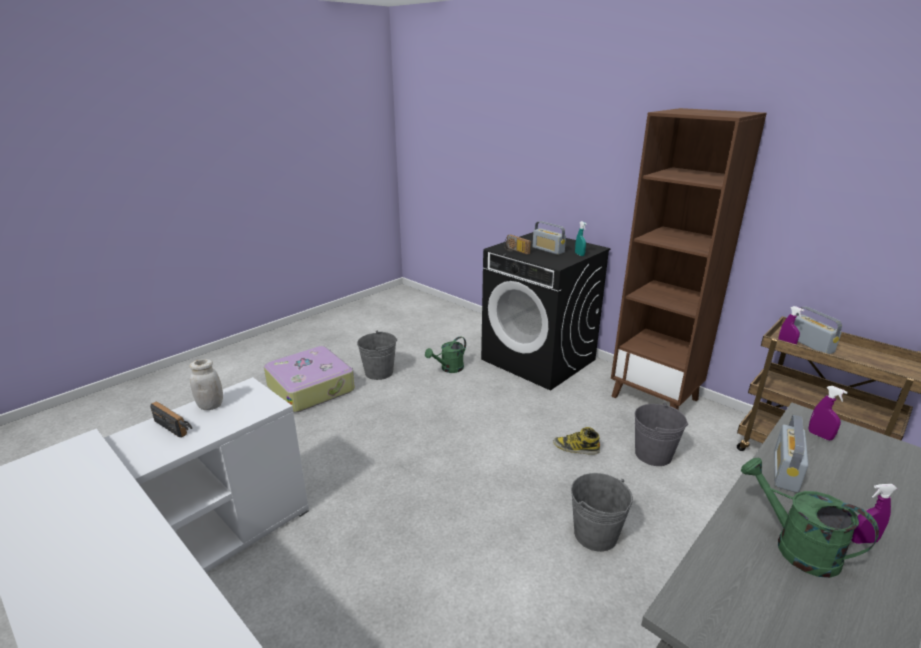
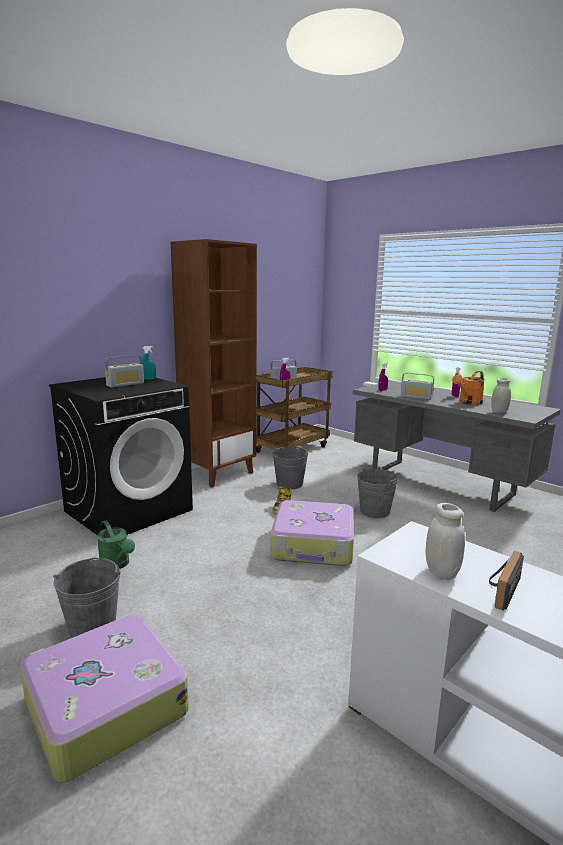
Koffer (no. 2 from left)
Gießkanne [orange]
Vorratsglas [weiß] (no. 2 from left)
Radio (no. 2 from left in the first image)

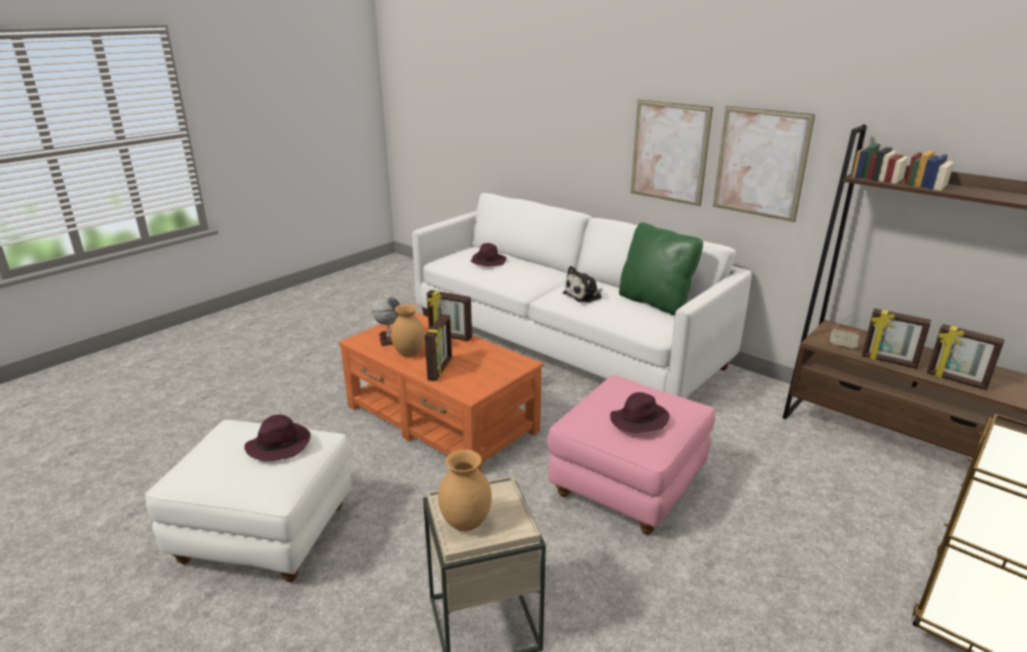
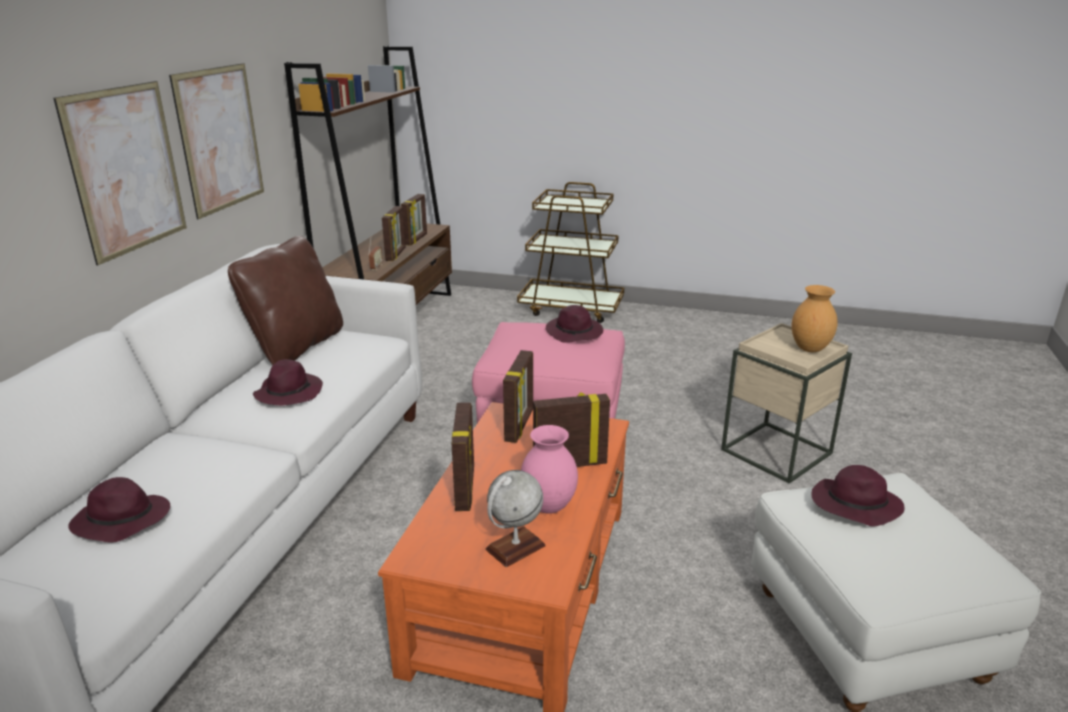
Kissen [braun]
Hut [lila] (no. 2 from left)
Bilderrahmen (no. 4 from left)
Vase [rosa]

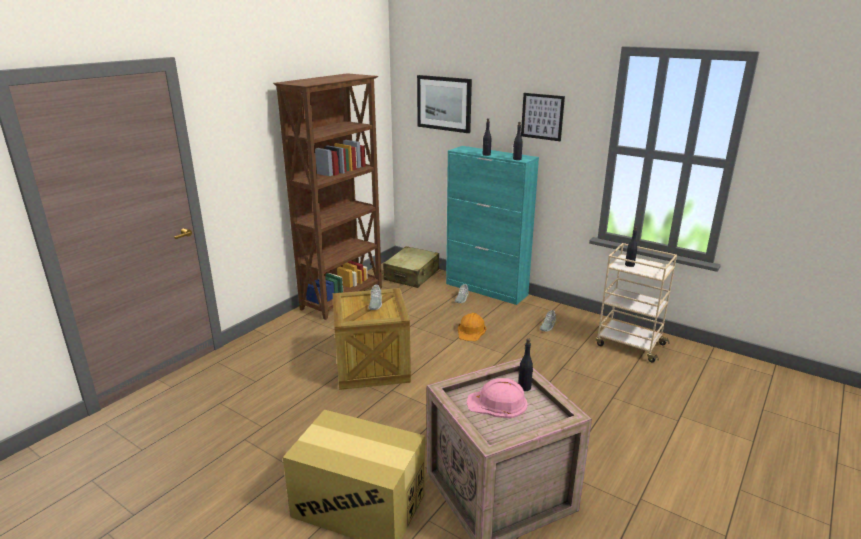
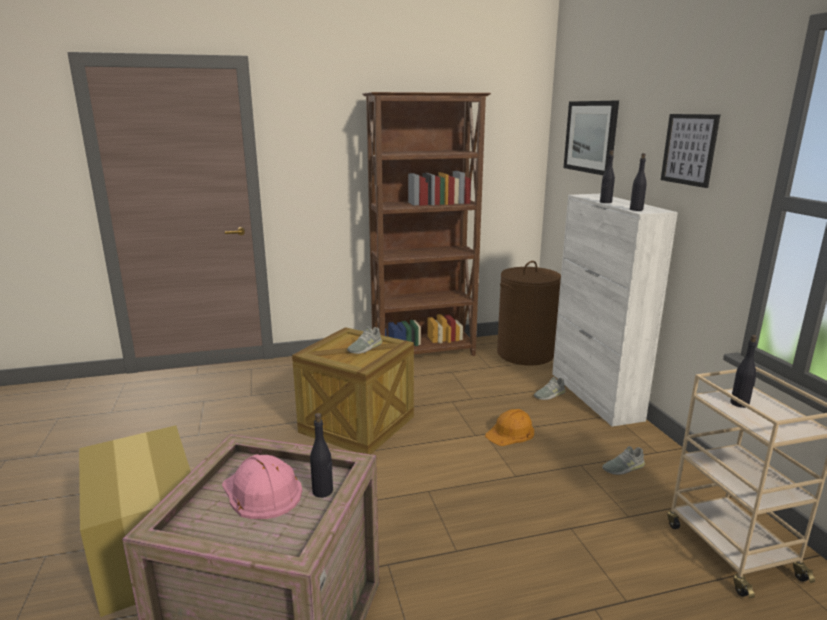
Wäschekorb [braun]
Schrank [weiß]

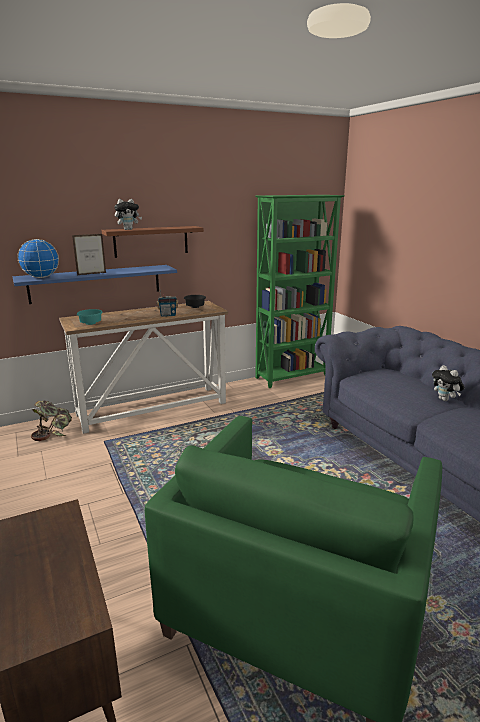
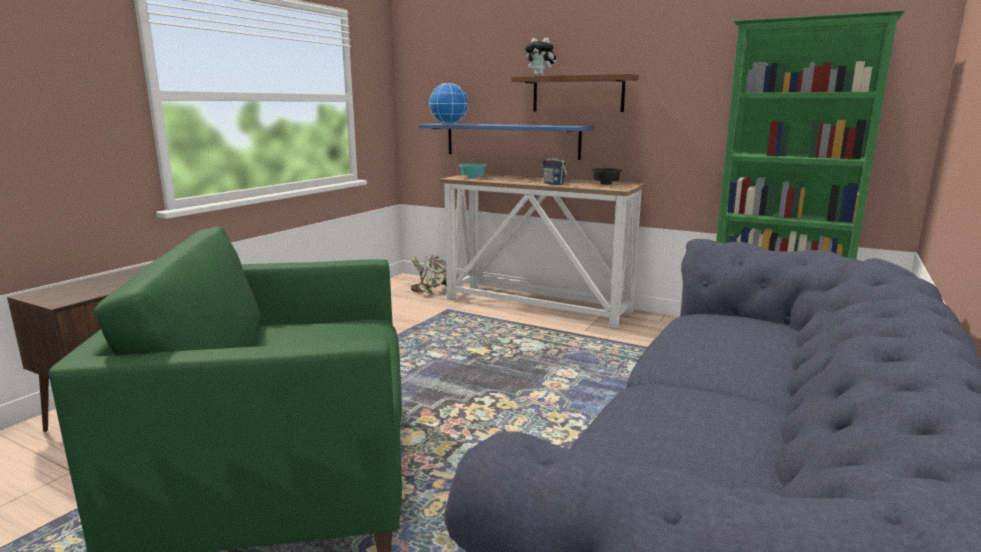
Bilderrahmen
Plüschtier (no. 2 from left in the first image)

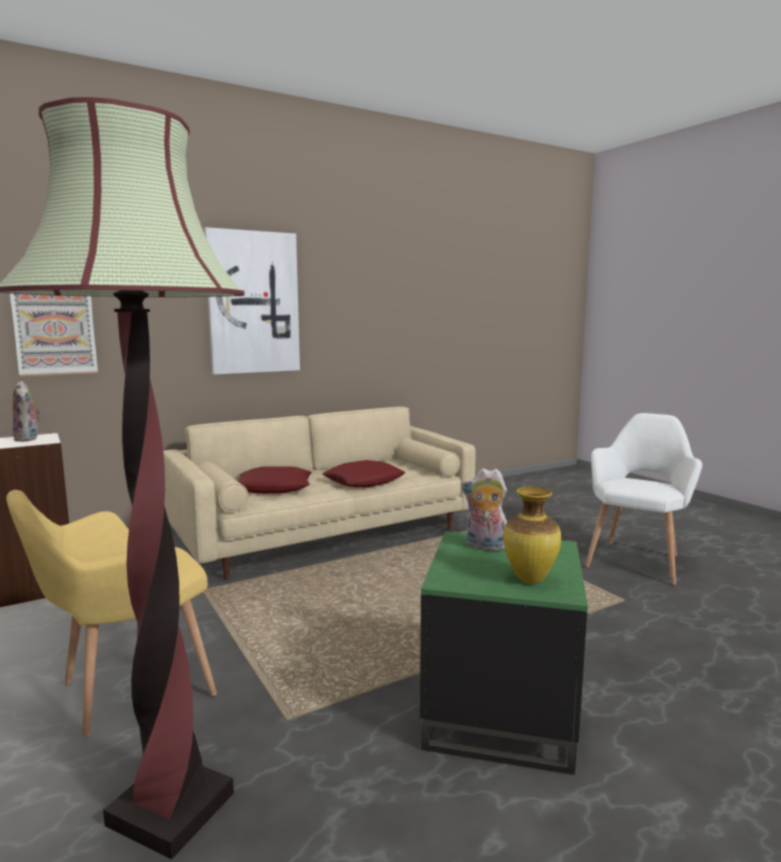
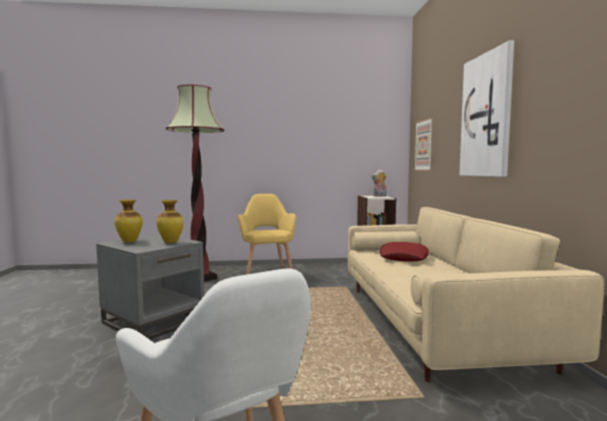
Beistelltisch [grau]
Vase (no. 2 from left)
Kissen [rot] (no. 2 from left in the first image)

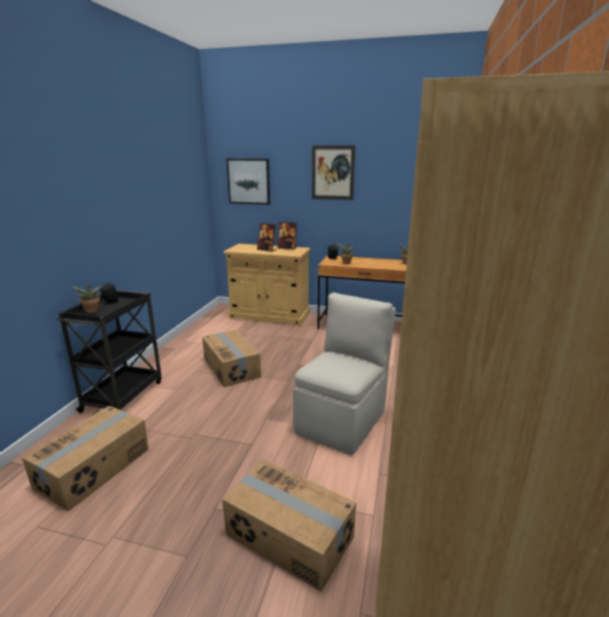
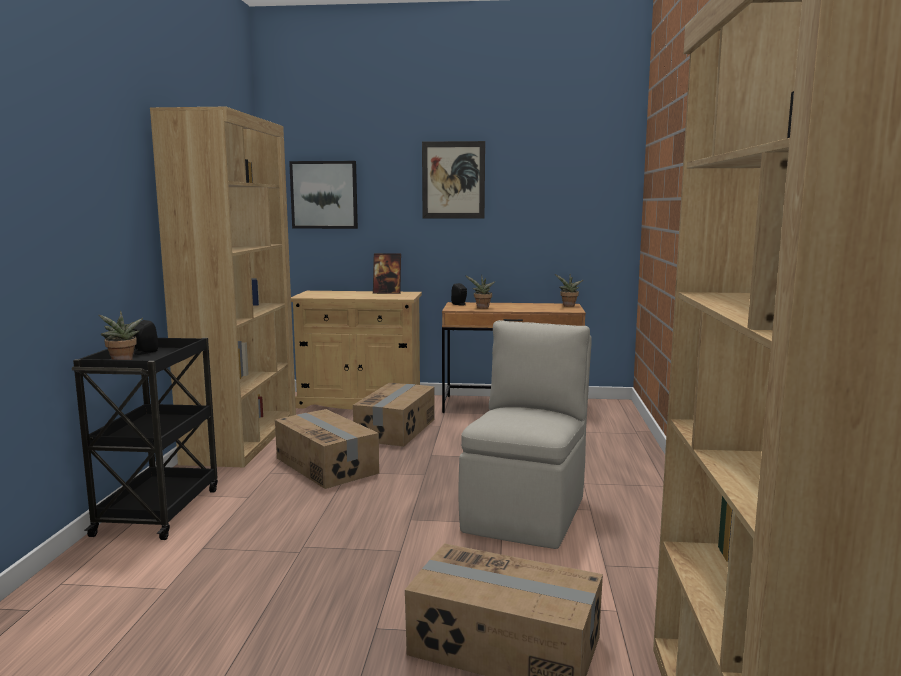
Bücherregal [braun] (no. 1 from left)
Karton (no. 2 from left)
Bilderrahmen (no. 1 from left in the first image)

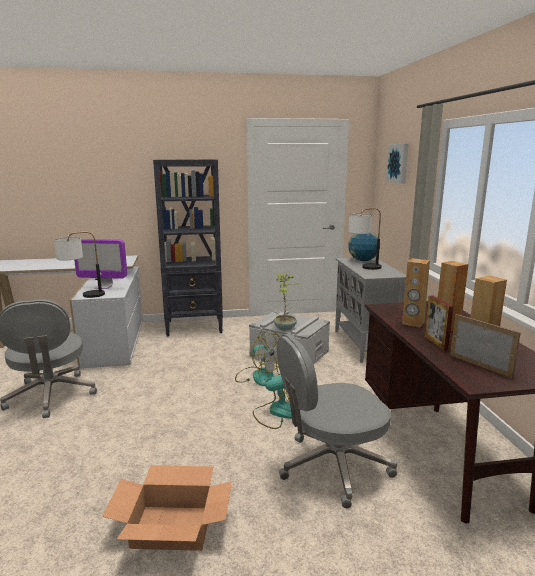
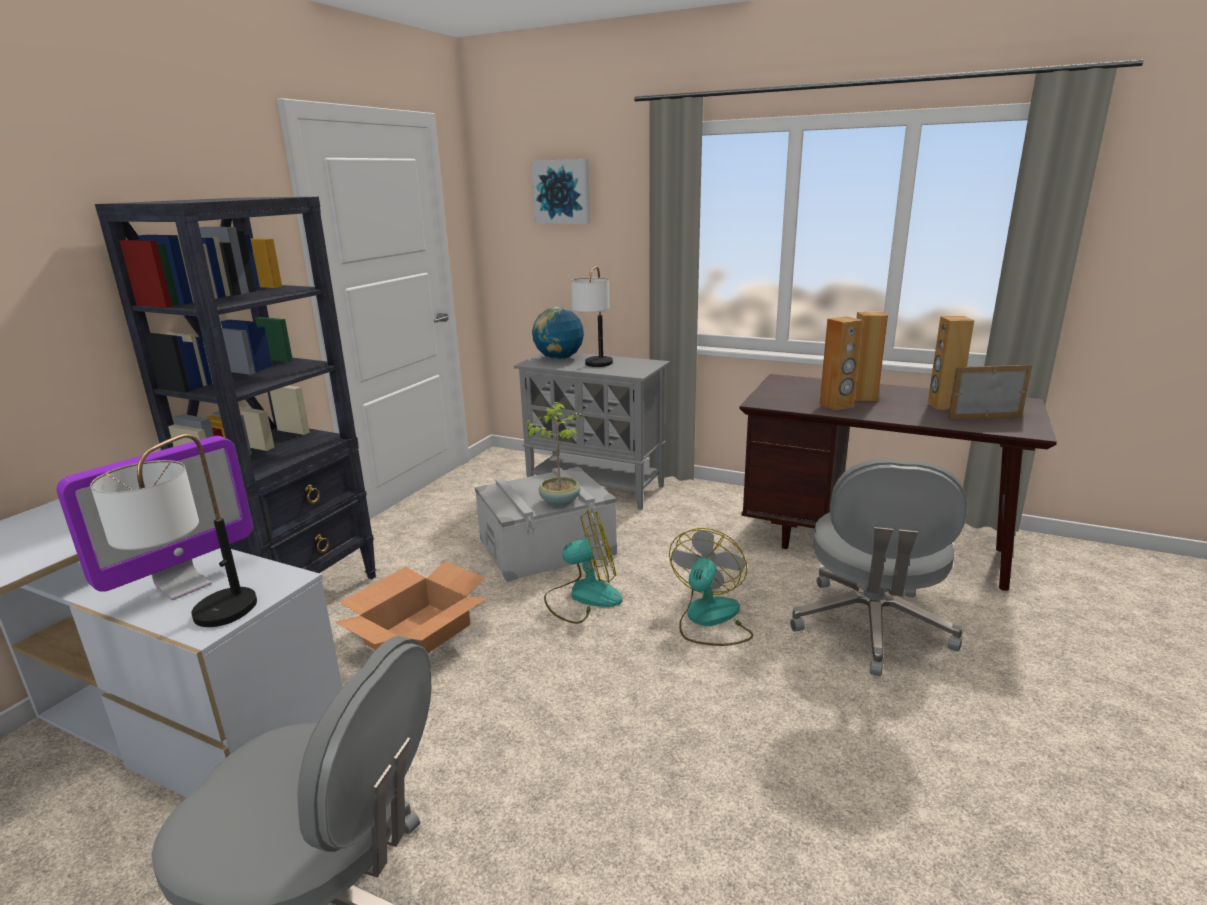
Karton
Bilderrahmen (no. 1 from left in the first image)

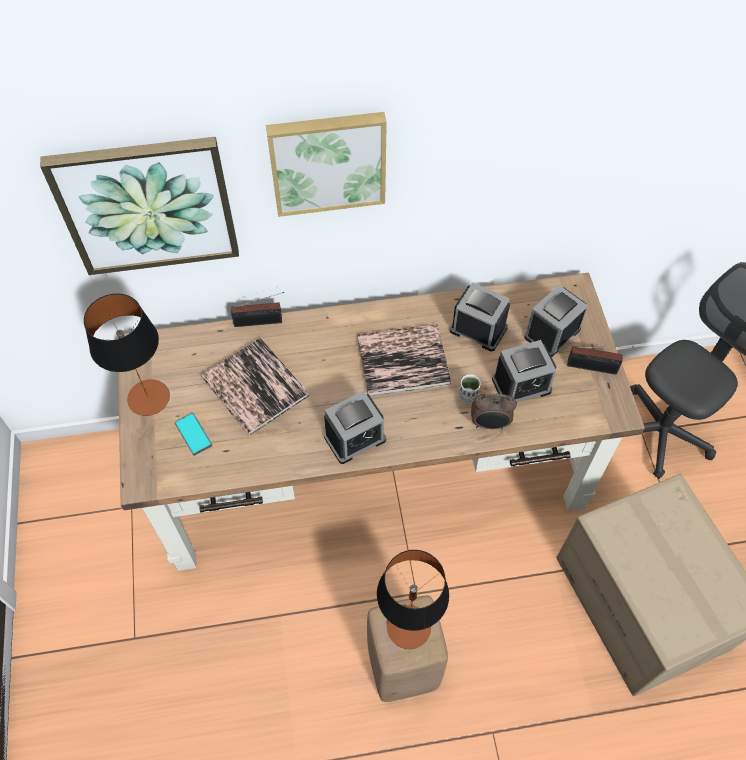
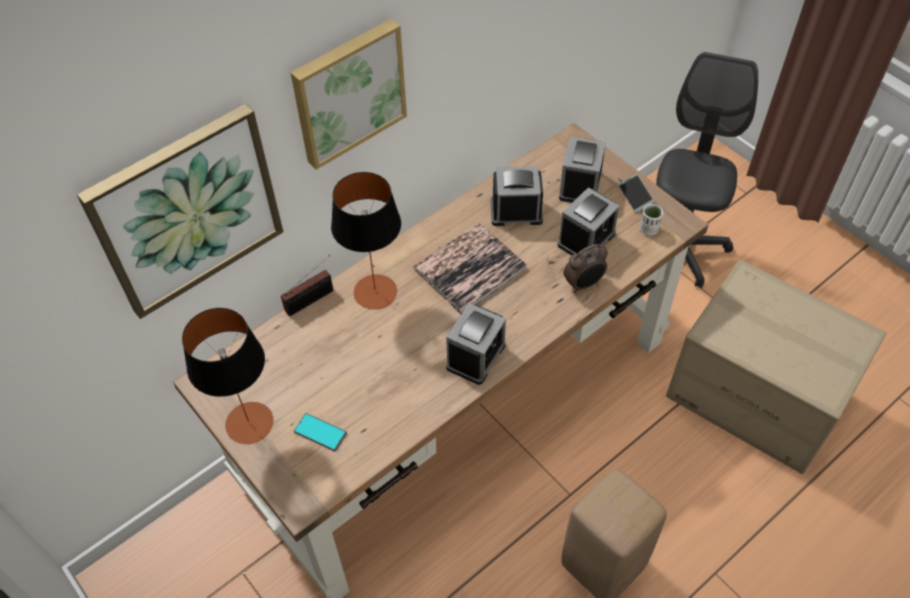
Tischlampe (no. 2 from left)
Handy (no. 2 from left)
Tasse [weiß]
Buch (no. 1 from left in the first image)

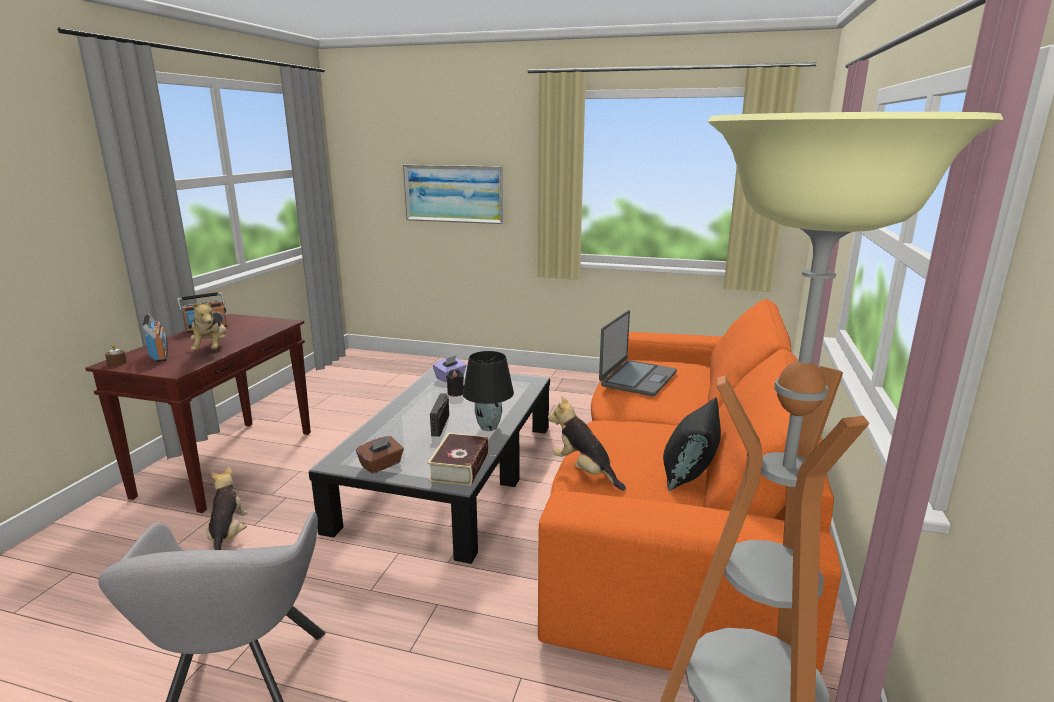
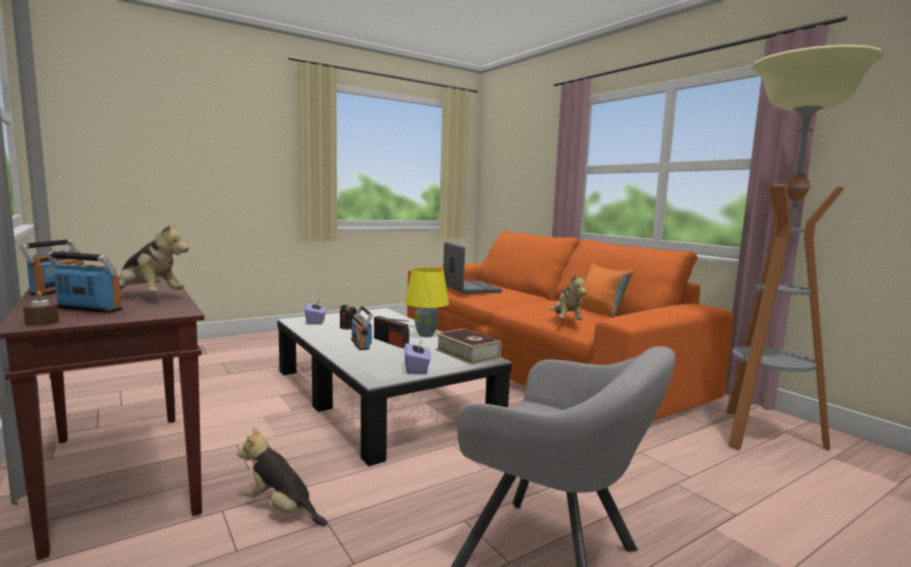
Radio (no. 3 from left)
Taschentuchbox [lila] (no. 2 from left)
Tischlampe [gelb]
Plüschtier (no. 3 from left)
Kissen [orange]
Bild

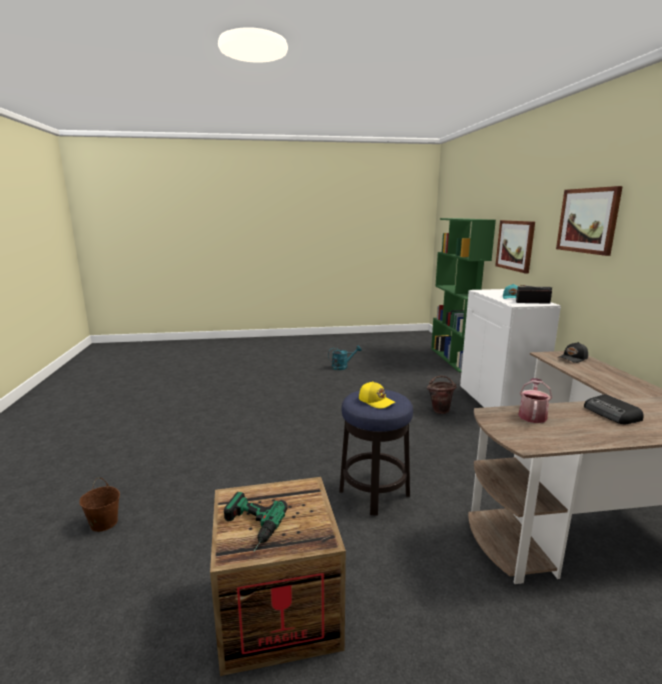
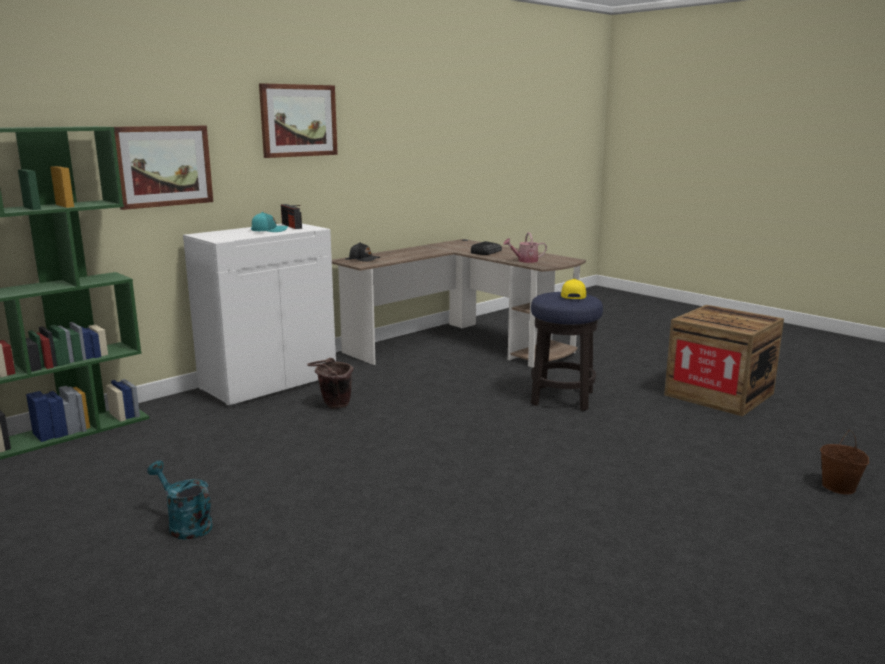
Bohrmaschine

